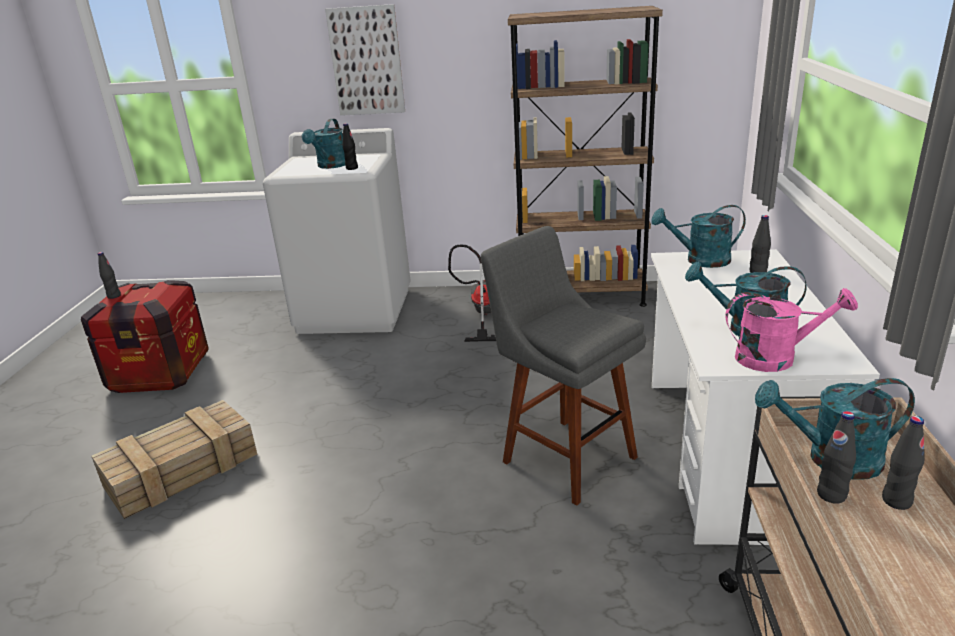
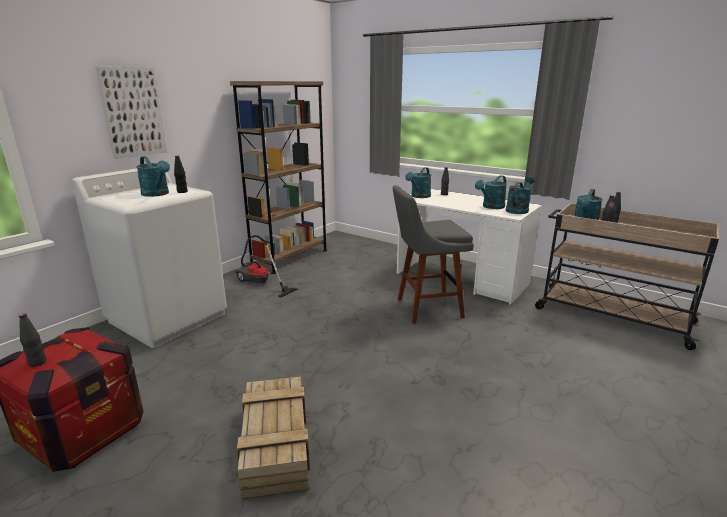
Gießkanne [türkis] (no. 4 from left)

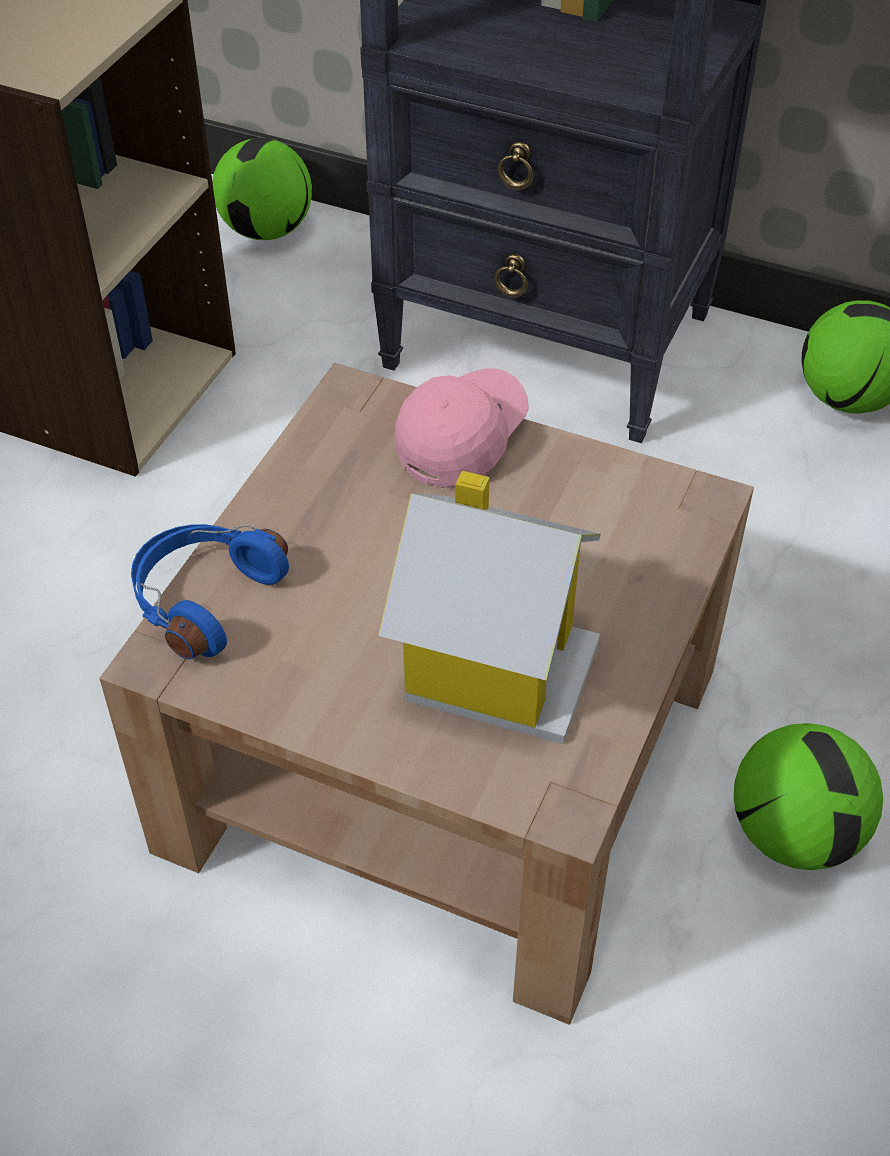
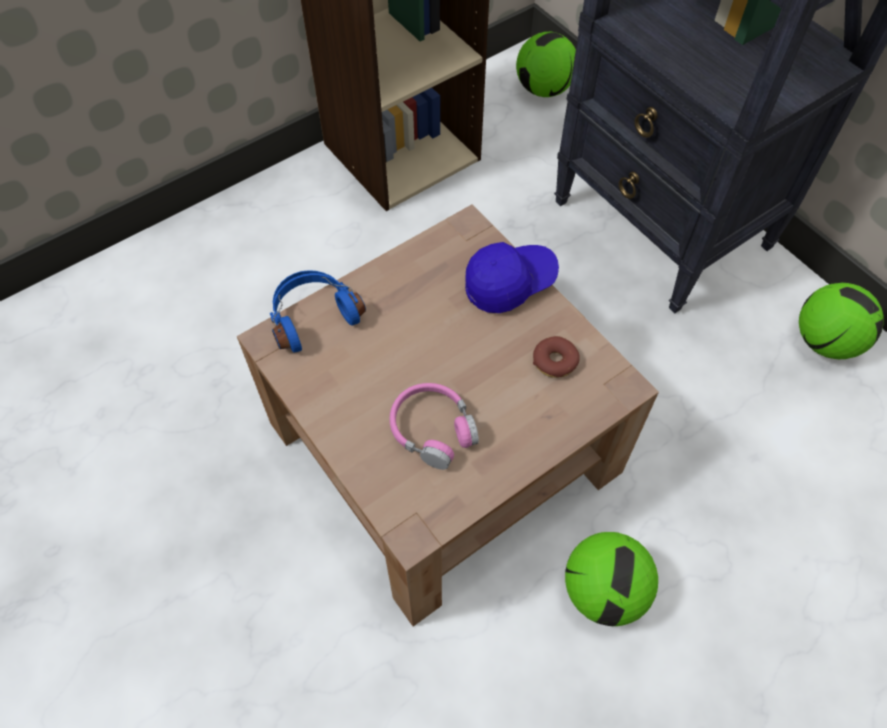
Kopfhörer [rosa]
Kappe [blau]
Donut

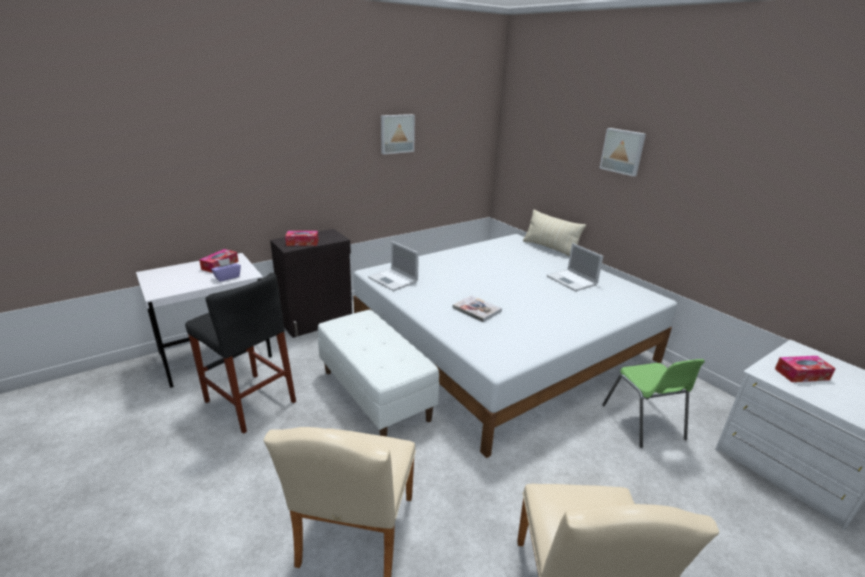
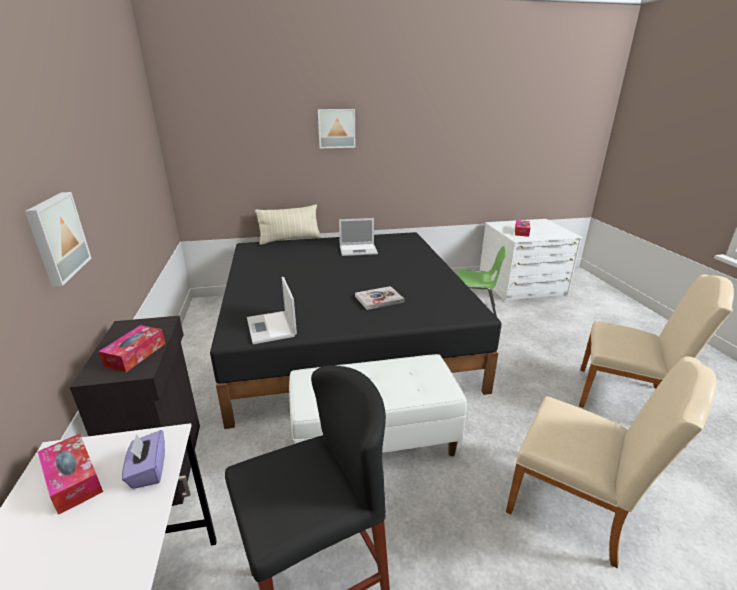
Bild (no. 1 from left)
Bett [schwarz]
Laptop (no. 1 from left)

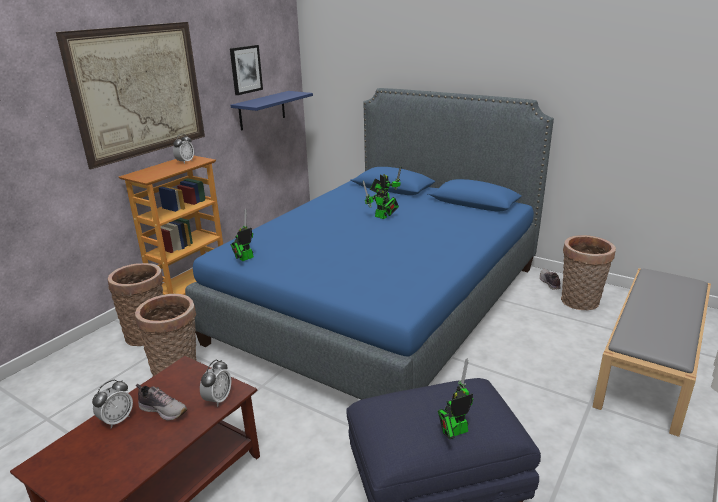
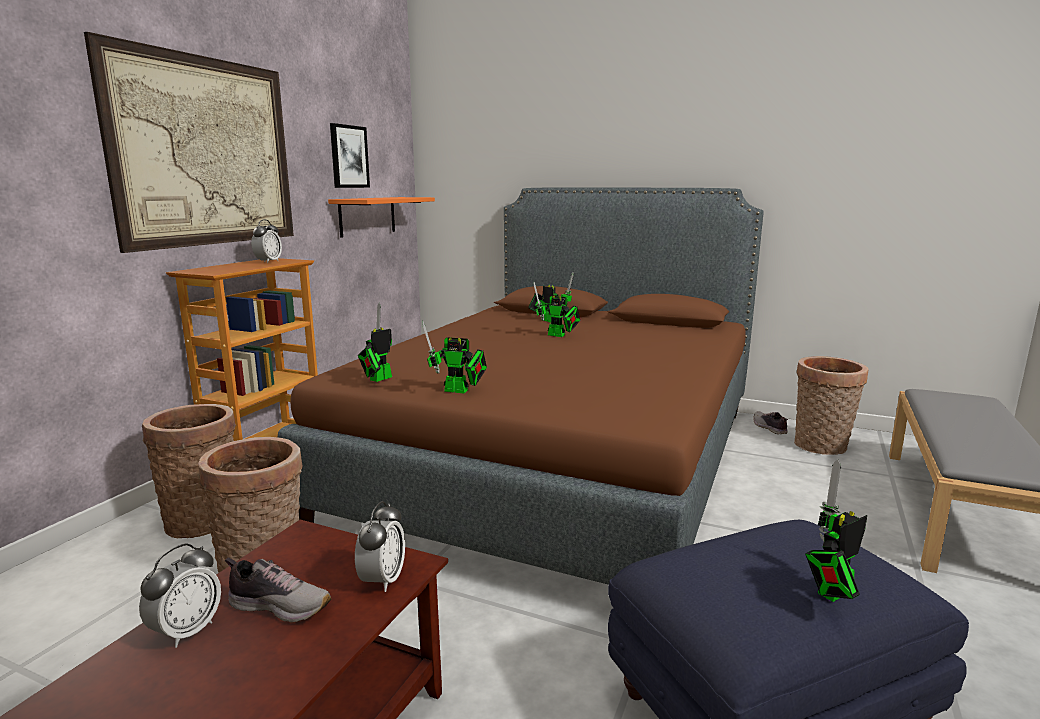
Bett [braun]
Wandregal [orange]
Spielzeugroboter (no. 2 from left)

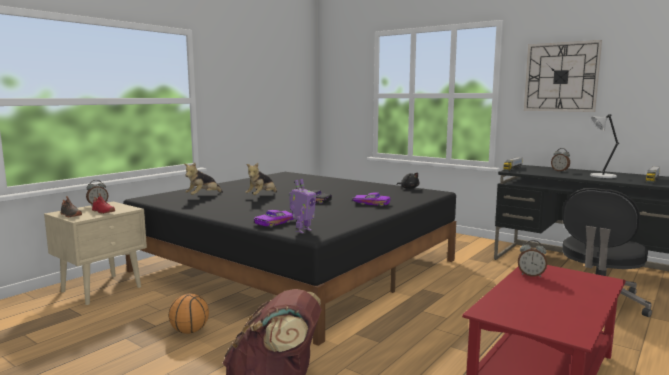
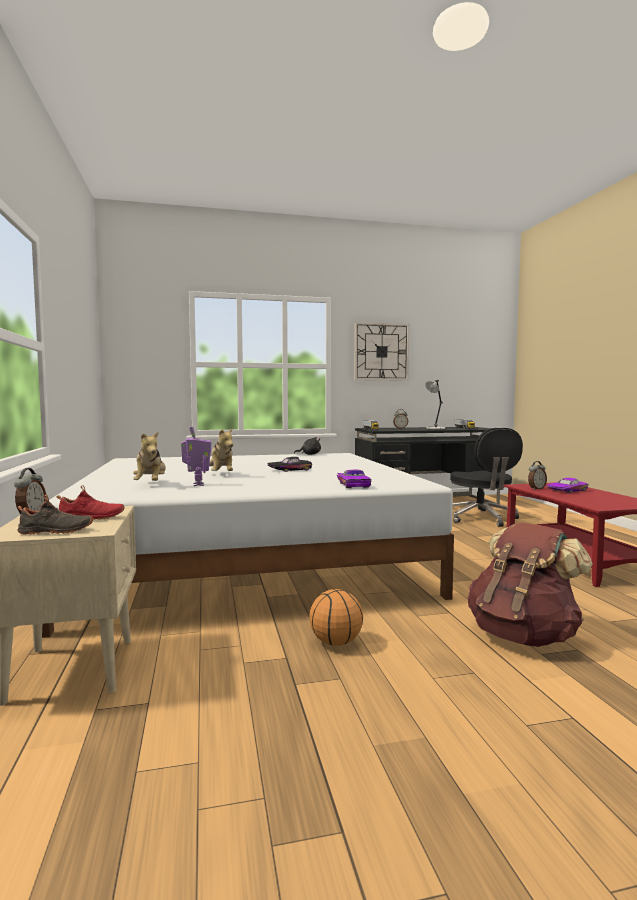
Bett [weiß]
Spielzeugroboter
Spielzeugauto [lila] (no. 2 from left)

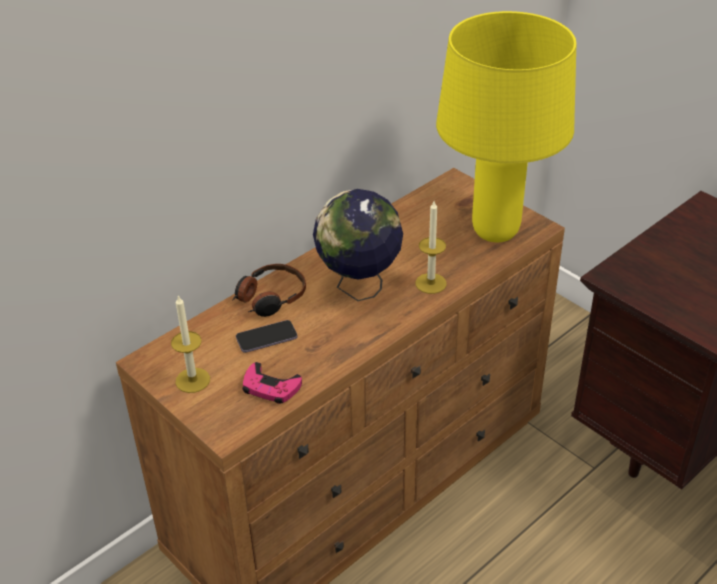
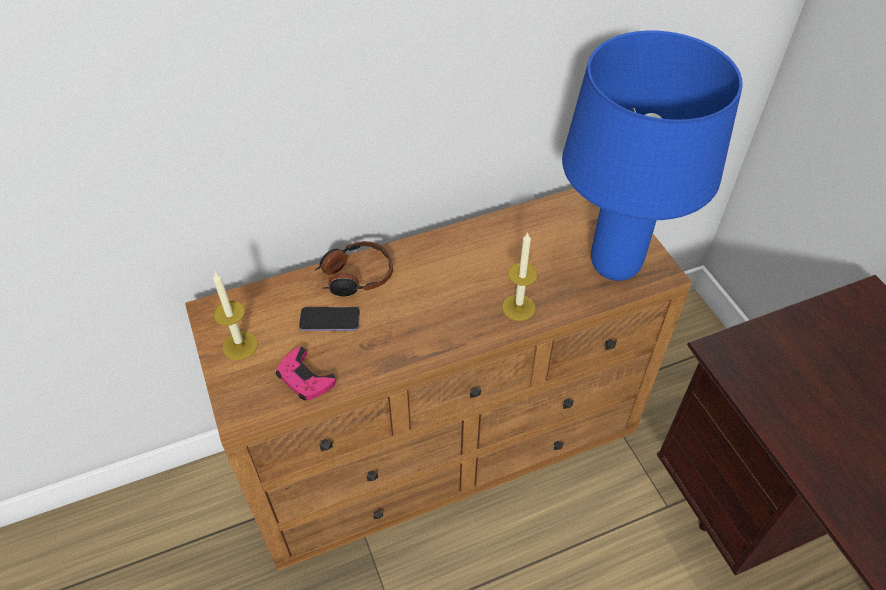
Tischlampe [blau]
Globus

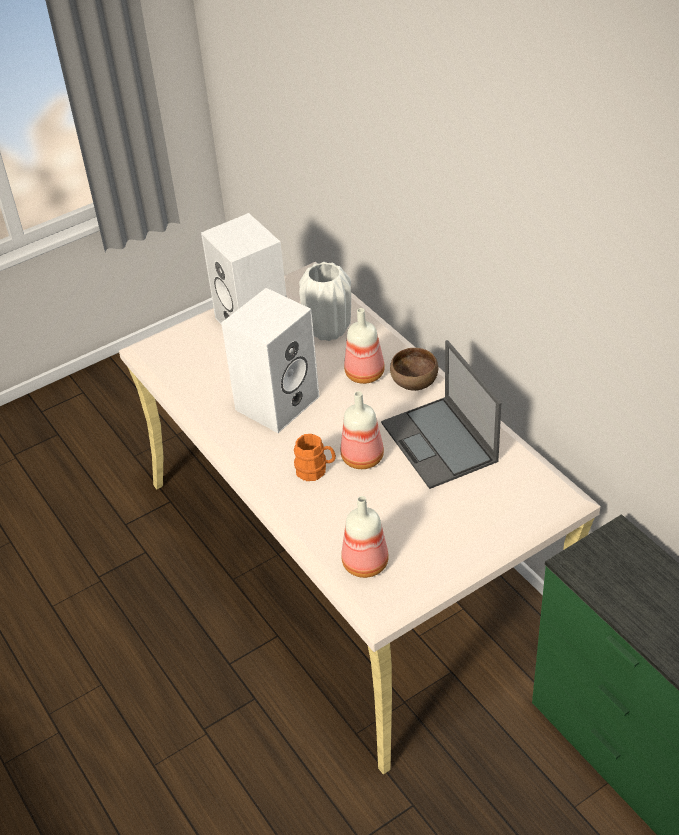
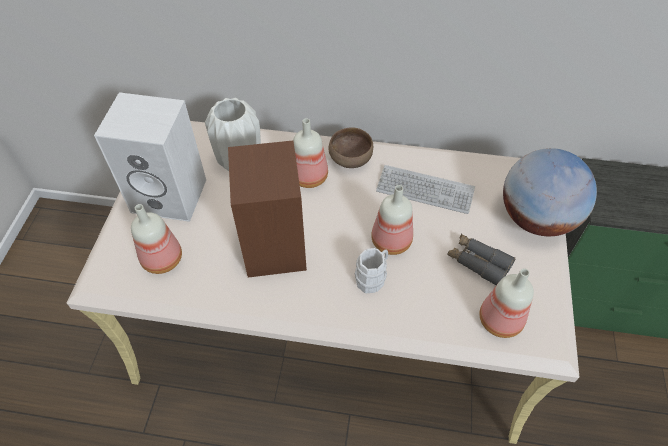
Flasche (no. 1 from left)
Lautsprecher [braun]
Henkelbecher [weiß]
Tastatur
Fernglas [grau]
Globus

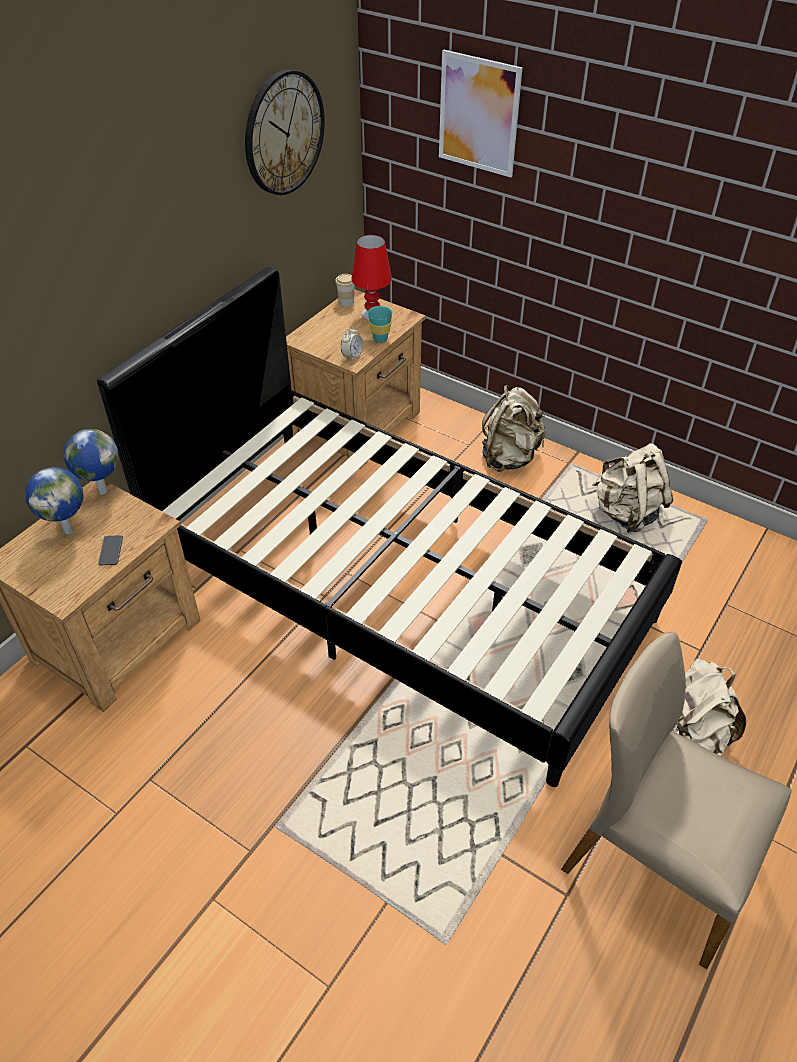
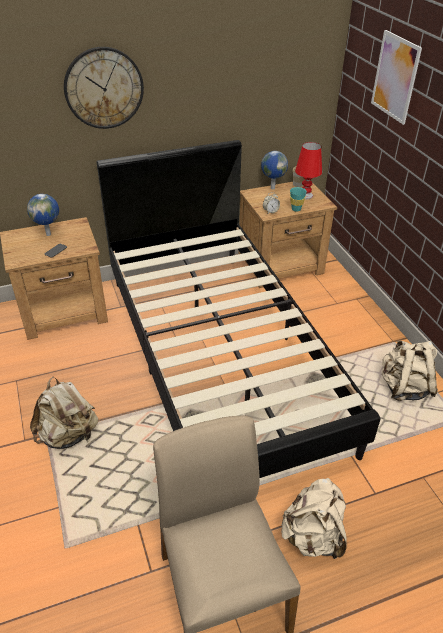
Rucksack [beige] (no. 1 from left)
Wanduhr
Globus (no. 2 from left)

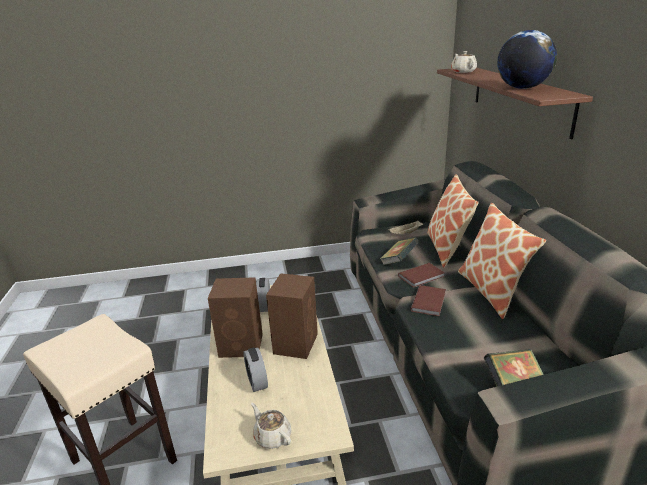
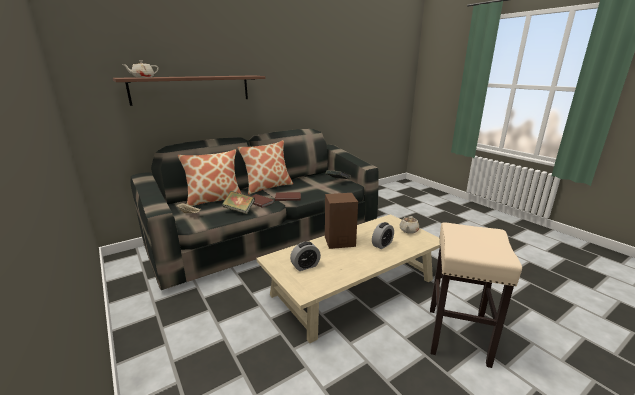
Lautsprecher [braun] (no. 1 from left in the first image)
Globus

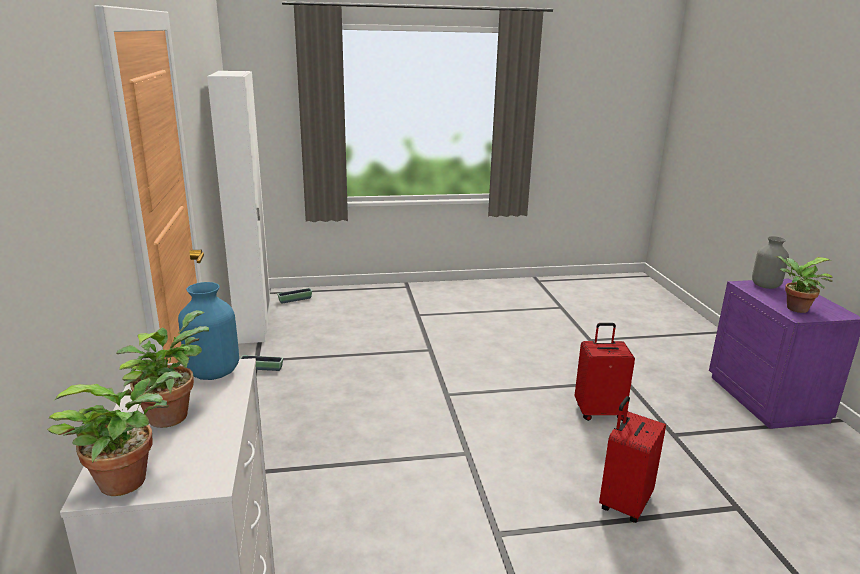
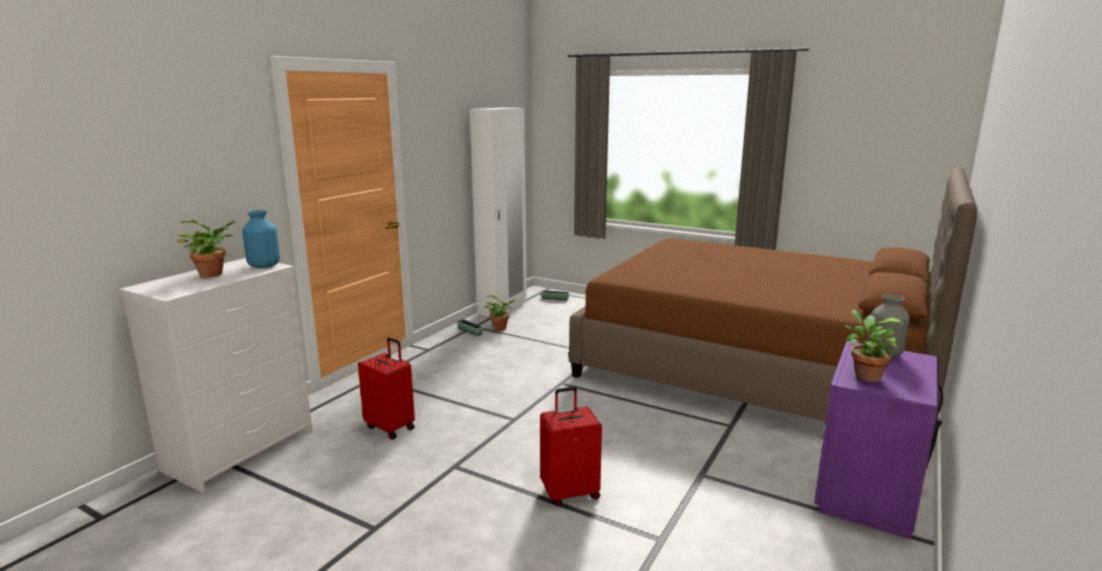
Koffer [rot] (no. 1 from left)
Topfpflanze (no. 2 from left)
Bett [braun]

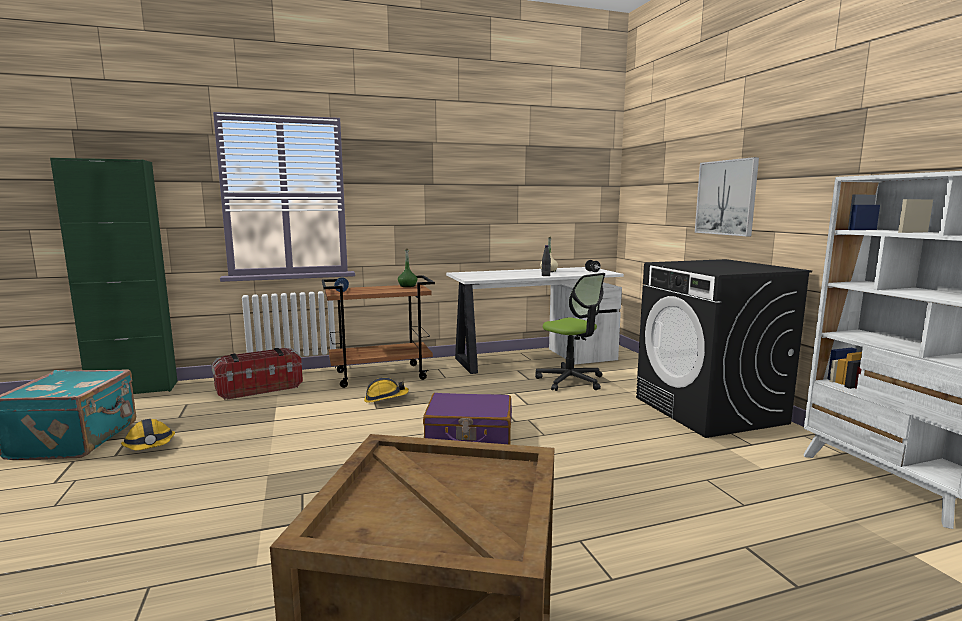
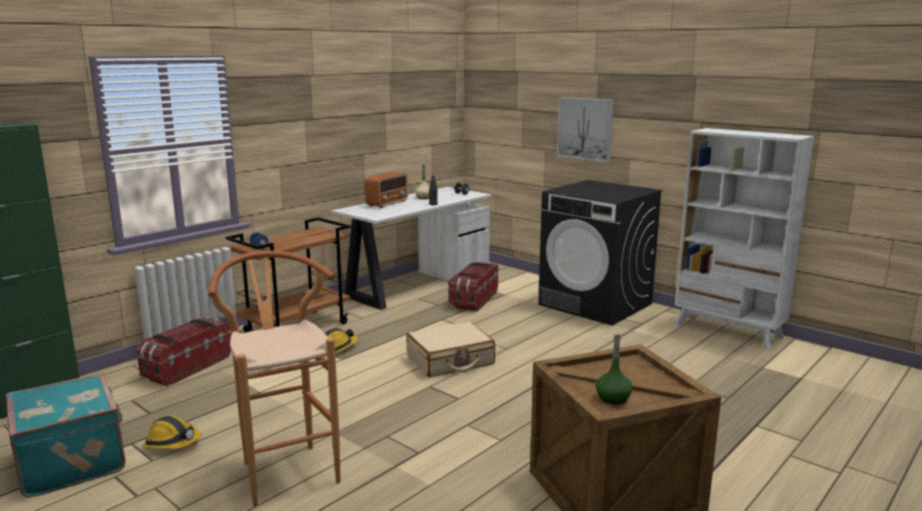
Hocker [braun]
Radio
Koffer [beige]
Aufbewahrungsbox (no. 2 from left)
Flasche [grün]

